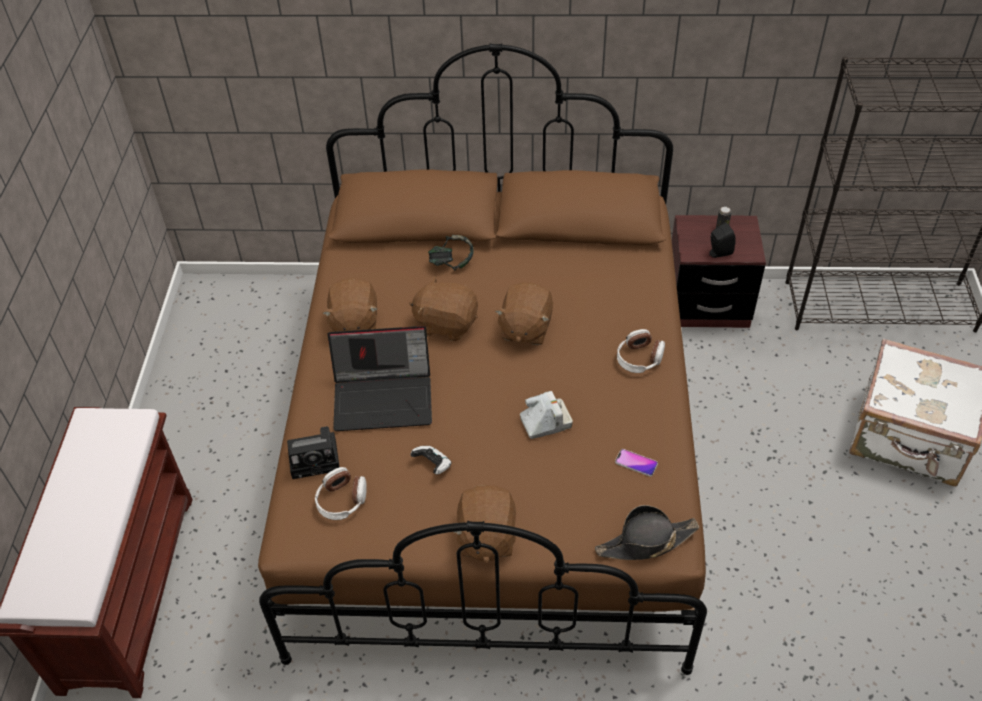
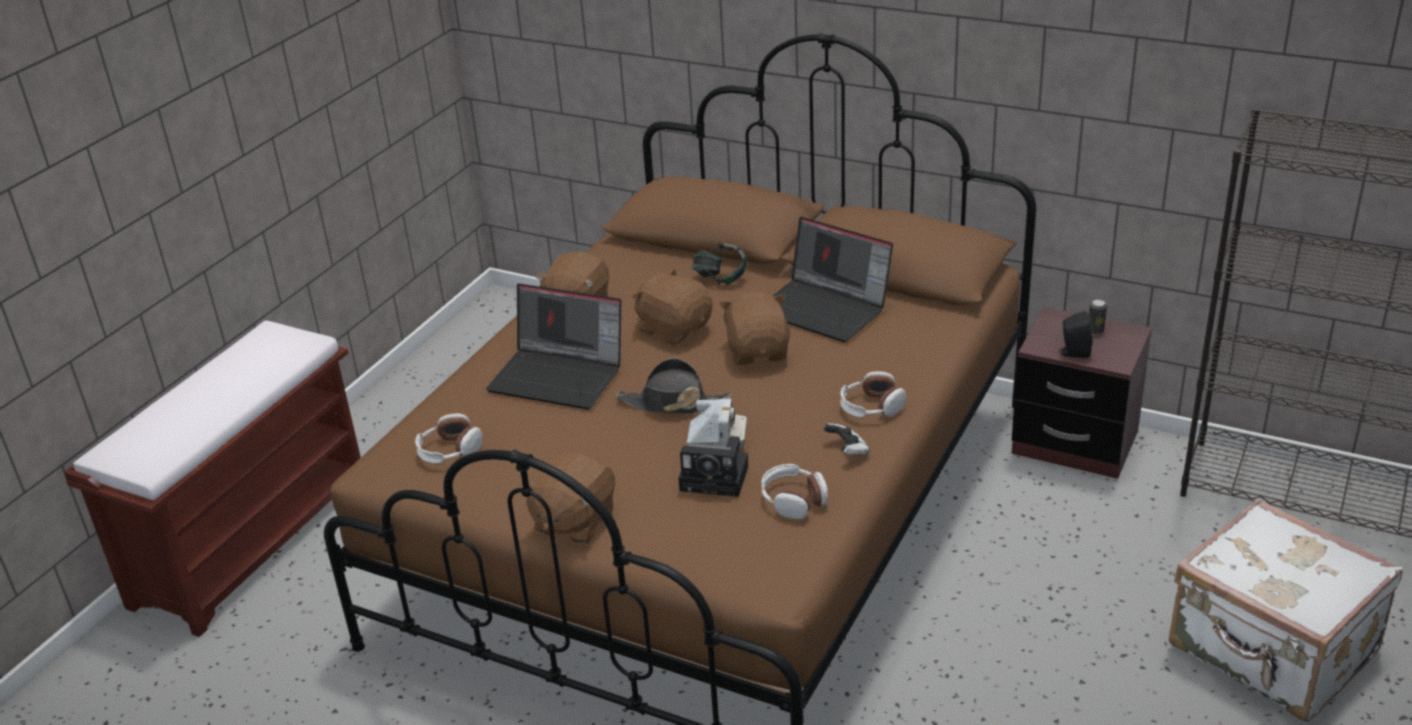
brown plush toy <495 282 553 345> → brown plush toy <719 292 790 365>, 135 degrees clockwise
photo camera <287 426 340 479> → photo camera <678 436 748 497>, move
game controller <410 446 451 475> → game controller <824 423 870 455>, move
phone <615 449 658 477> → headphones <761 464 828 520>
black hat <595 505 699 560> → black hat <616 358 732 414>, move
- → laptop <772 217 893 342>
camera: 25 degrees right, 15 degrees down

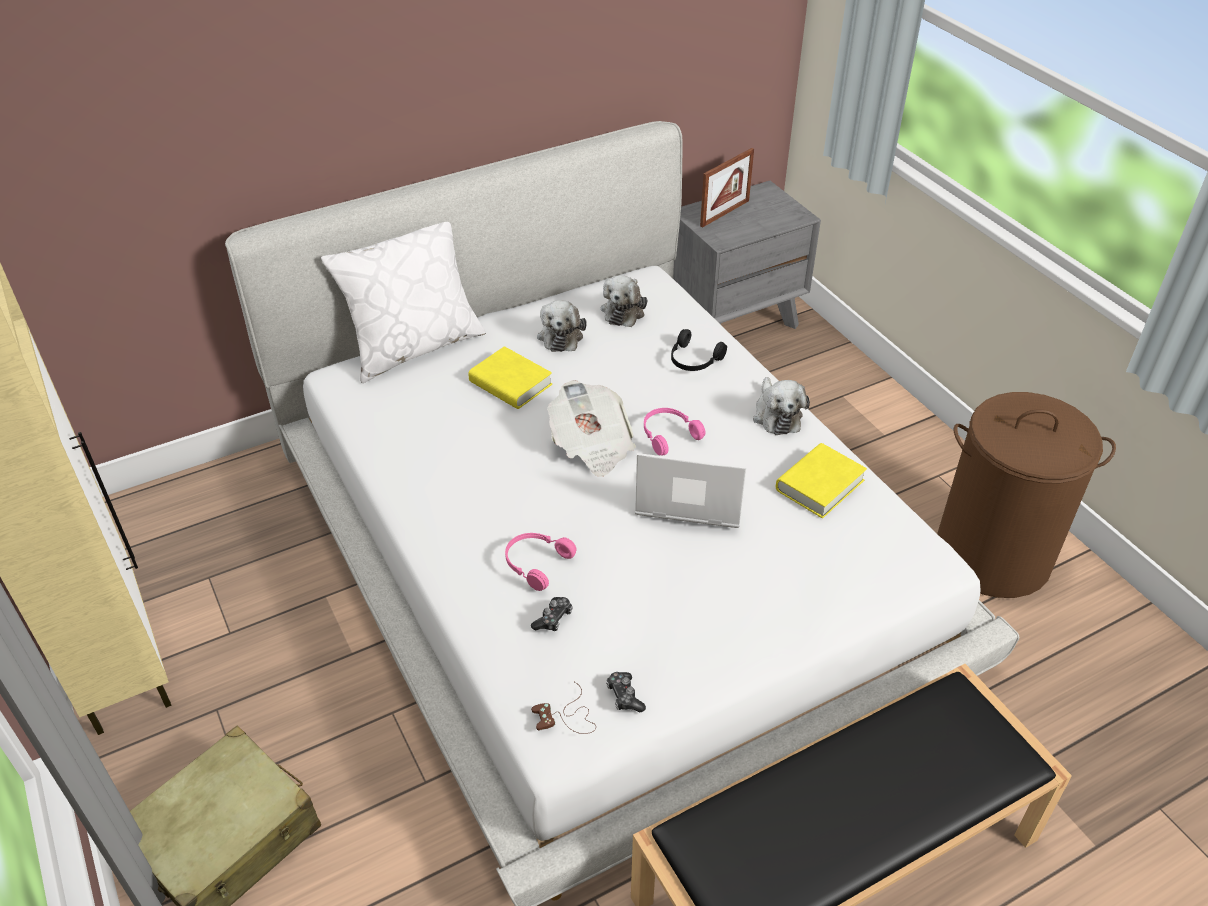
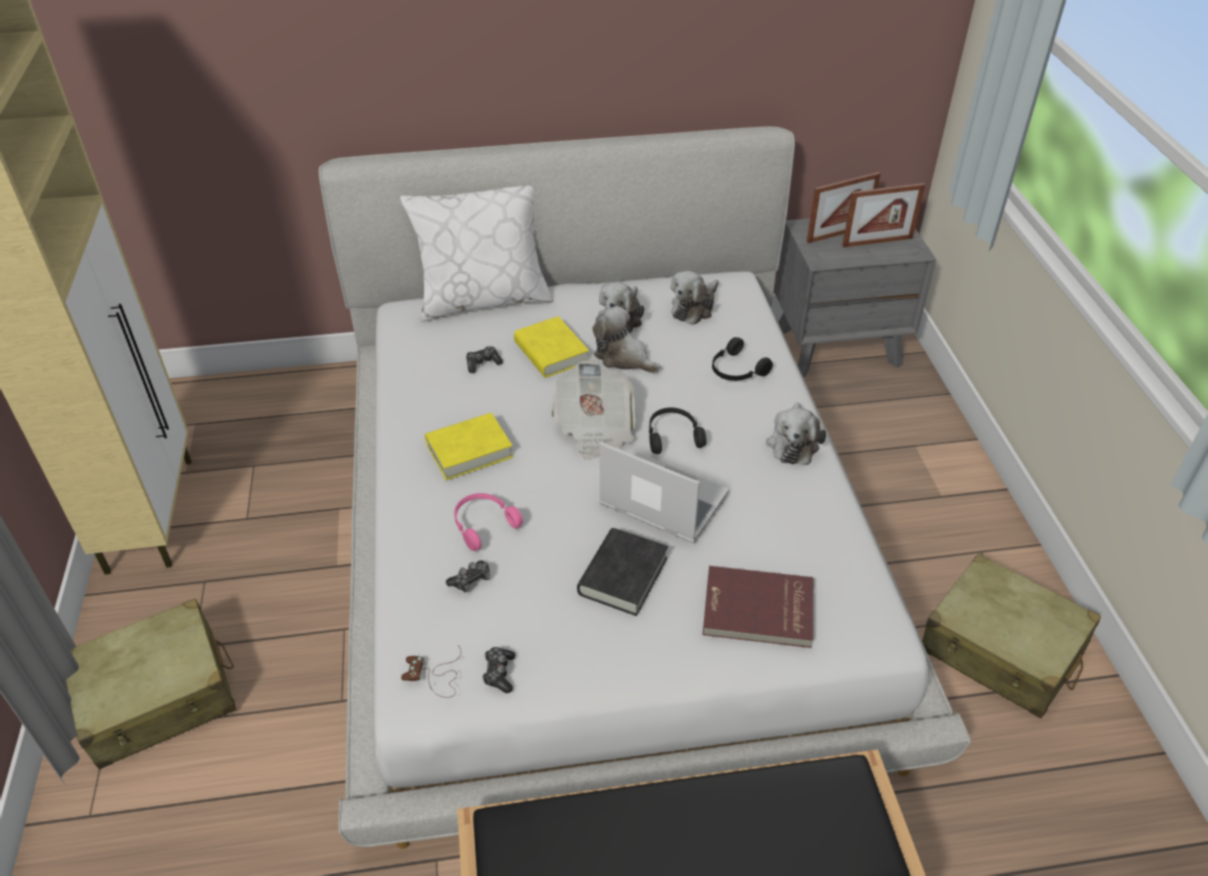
brown laundry basket <937 392 1116 598> → beige suitcase <922 554 1101 718>
pink headphones <644 408 705 455> → black headphones <649 408 706 454>
yellow book <776 443 867 519> → yellow book <425 413 513 480>, move
- → picture frame <842 183 925 247>
- → plush toy <592 306 661 373>
- → game controller <466 346 503 373>
- → black book <577 528 668 616>
- → red book <703 566 813 648>
camera: 20 degrees right, 0 degrees up

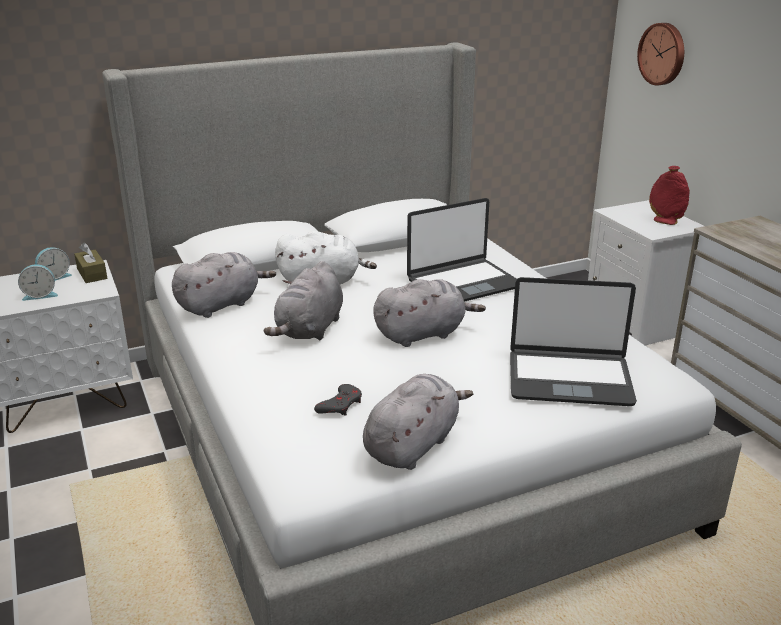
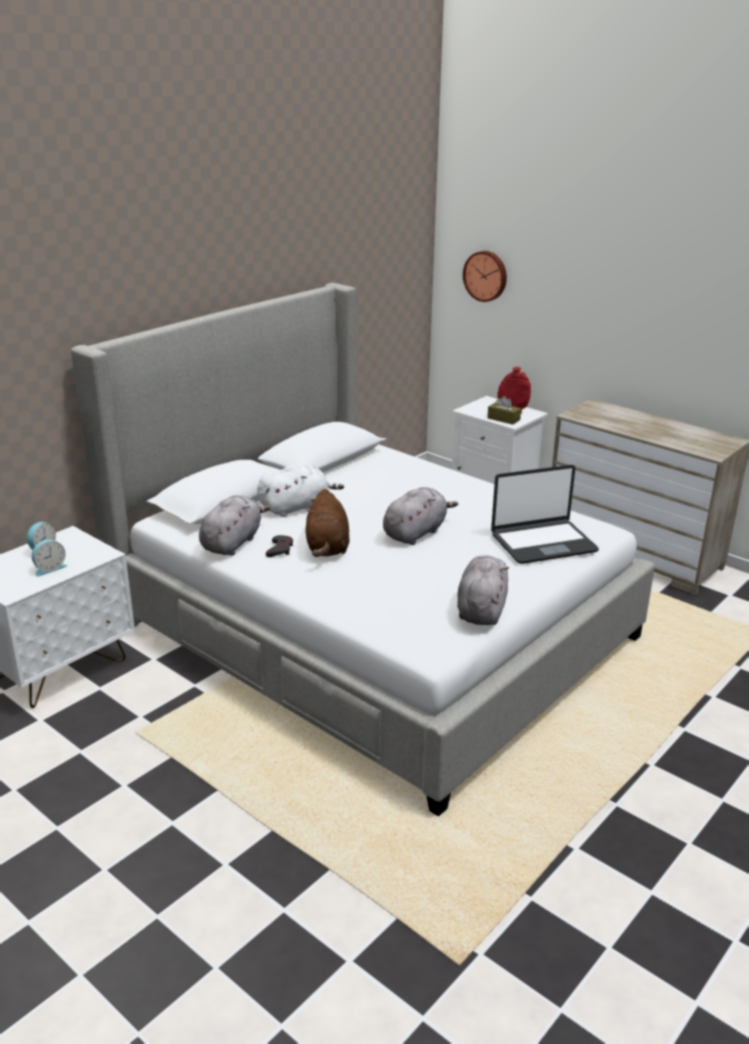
laptop <407 198 517 302> → -
brown tissue box <74 243 107 283> → brown tissue box <487 396 521 425>, move
grey plush toy <264 261 343 340> → brown plush toy <305 489 350 557>
grey game controller <314 384 362 416> → grey game controller <266 535 293 557>, move
camera: 25 degrees left, 0 degrees up

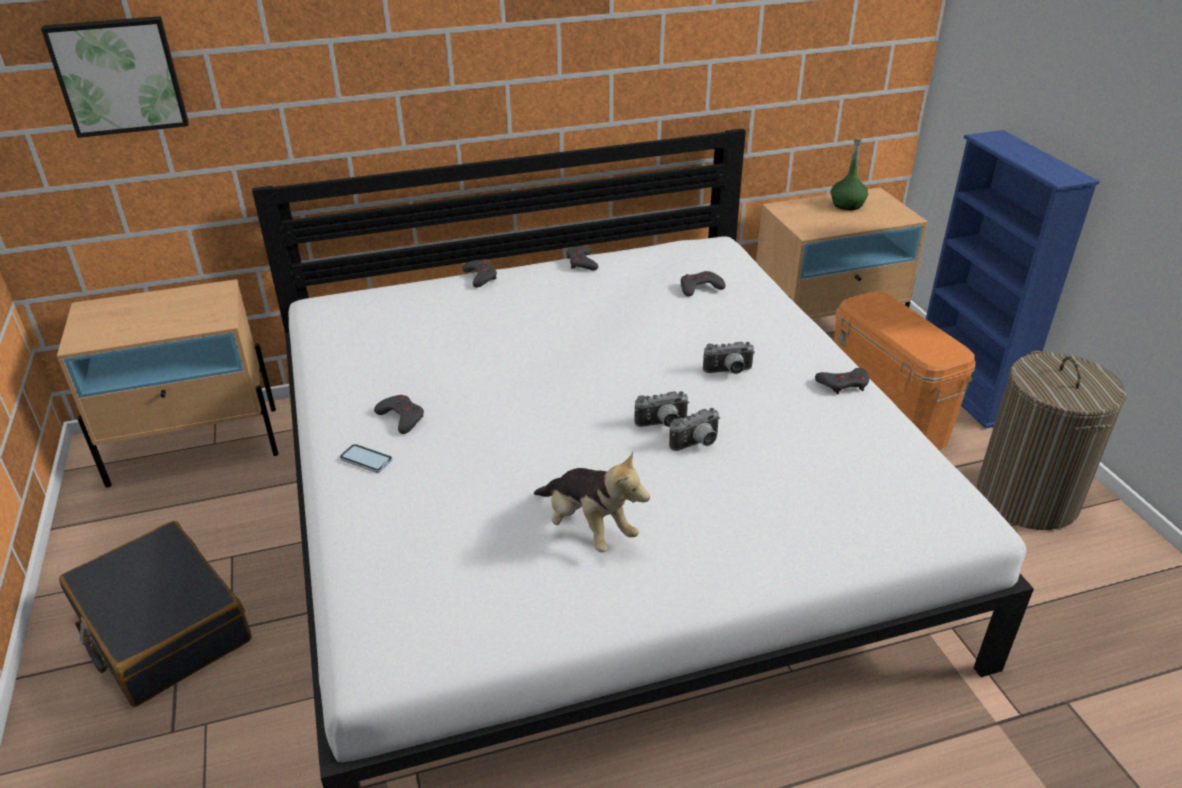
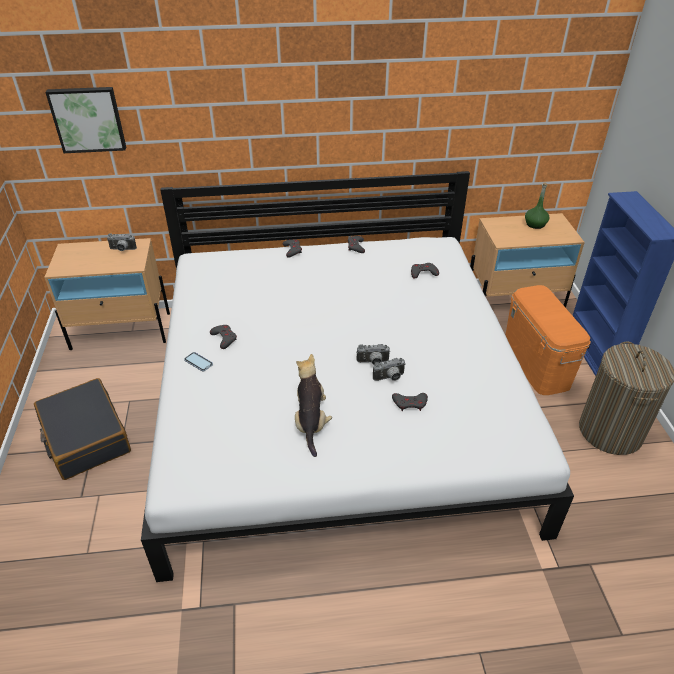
photo camera <703 342 755 374> → photo camera <107 233 137 251>, move
grey game controller <815 368 869 394> → grey game controller <392 393 428 411>, move
plush toy <534 451 650 552> → plush toy <295 354 332 457>, 150 degrees counterclockwise
camera: 10 degrees right, 5 degrees up

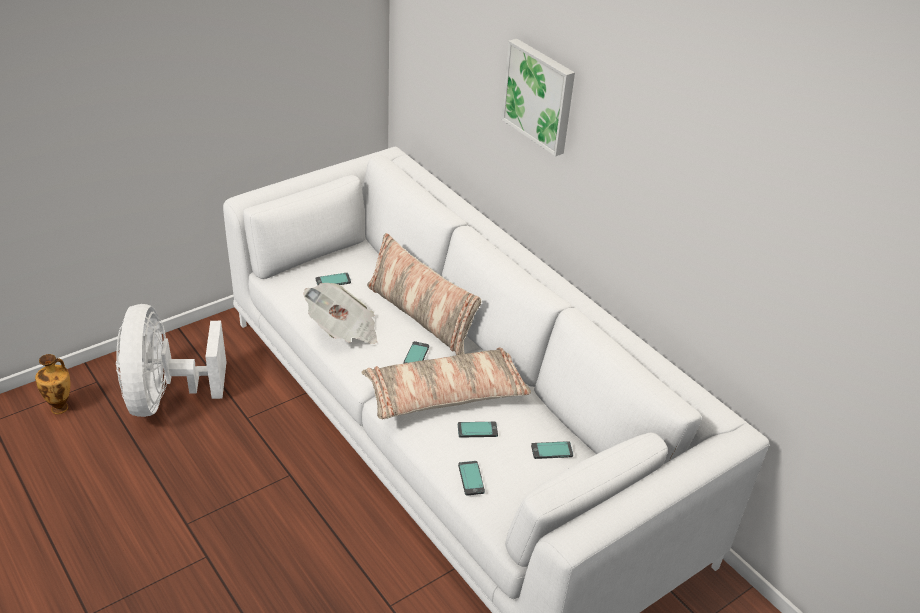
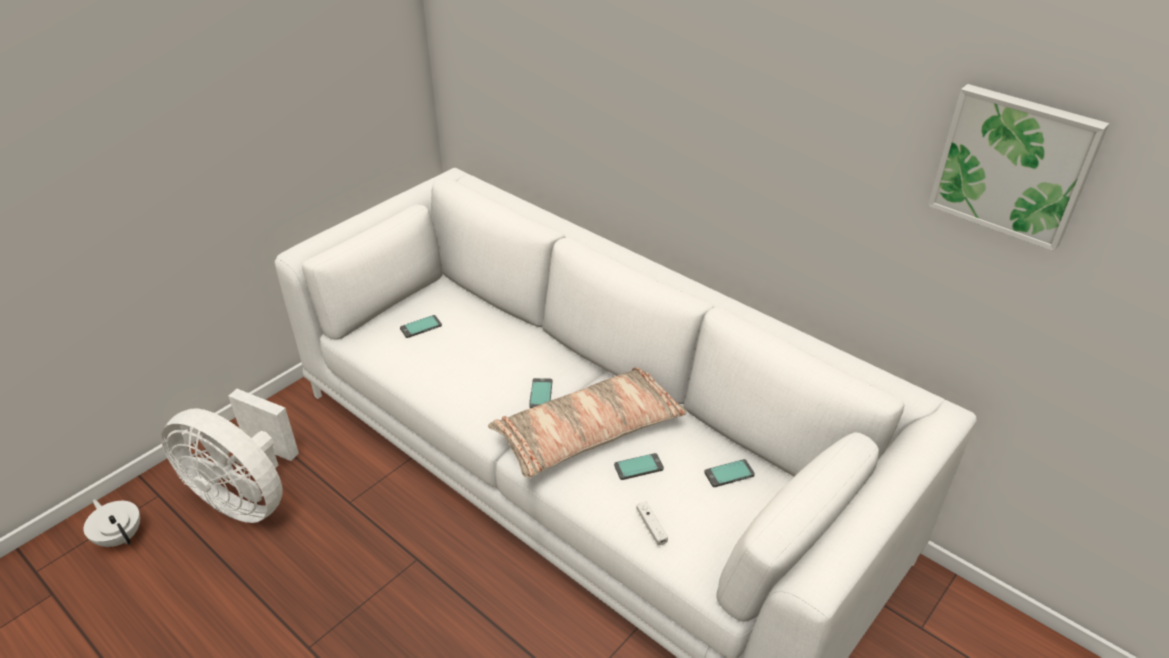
picture <501 39 575 156> → picture <928 84 1109 251>, move
pillow <367 233 481 355> → -
newspaper <303 283 377 344> → -
white fan <116 304 226 417> → white fan <161 389 299 523>, 45 degrees counterclockwise
vase <35 354 70 414> → white teapot <83 499 140 547>
phone <458 461 485 496> → white game controller <636 502 668 546>
camera: 10 degrees left, 0 degrees up

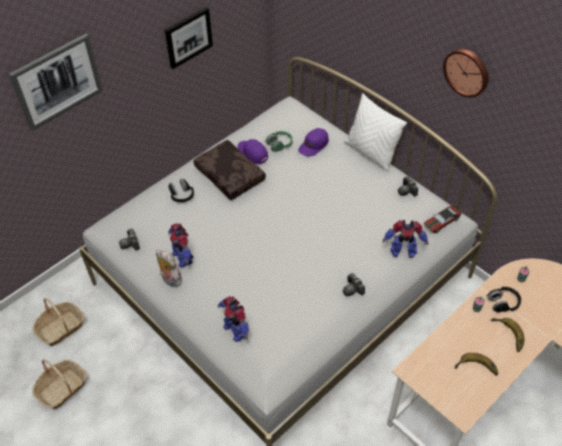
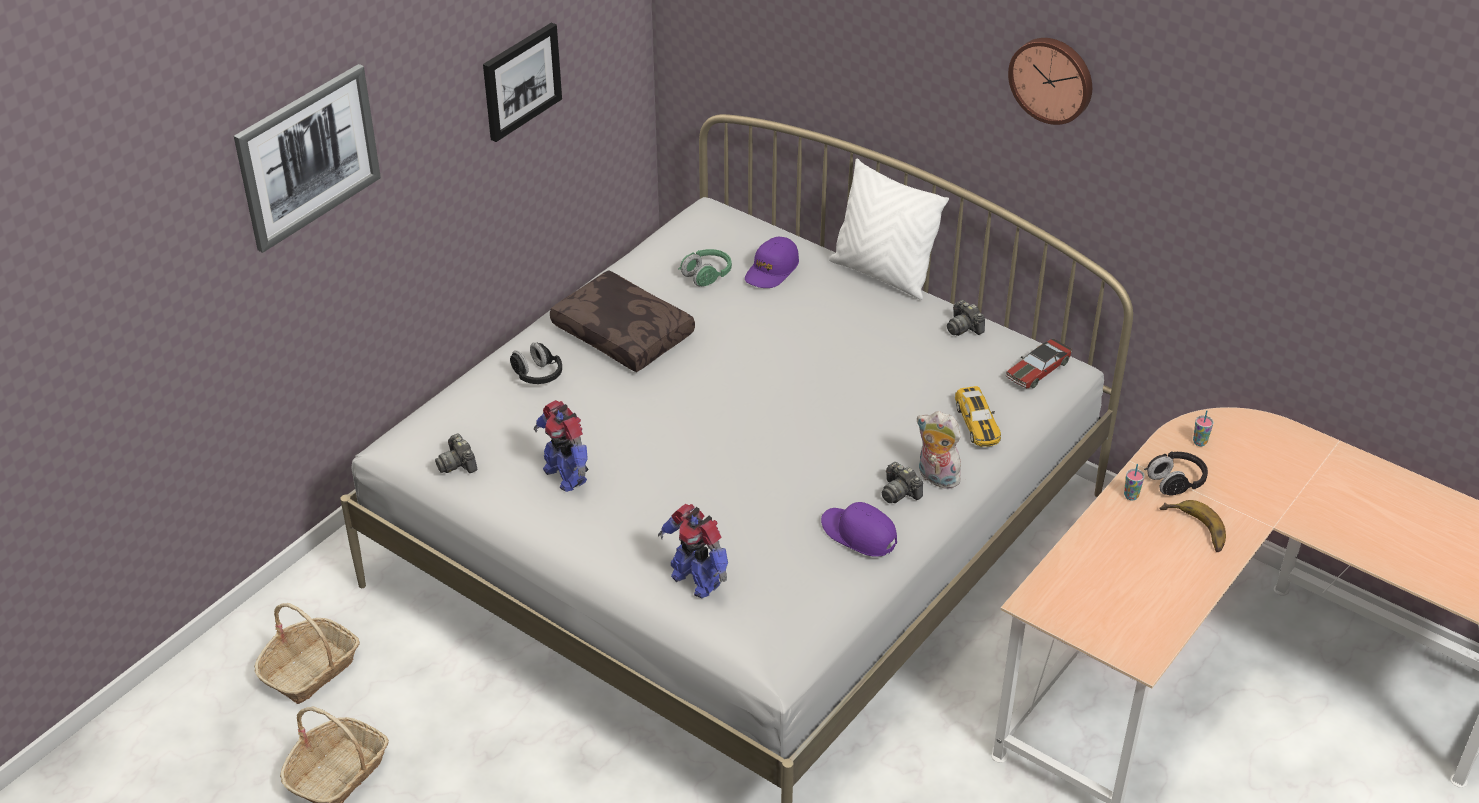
purple cap <237 139 268 164> → purple cap <821 502 897 557>, move
toy robot <383 220 428 258> → toy car <955 386 1001 447>
plush toy <156 250 182 287> → plush toy <916 411 961 489>, move
banana <454 353 498 376> → -
camera: 10 degrees left, 10 degrees down

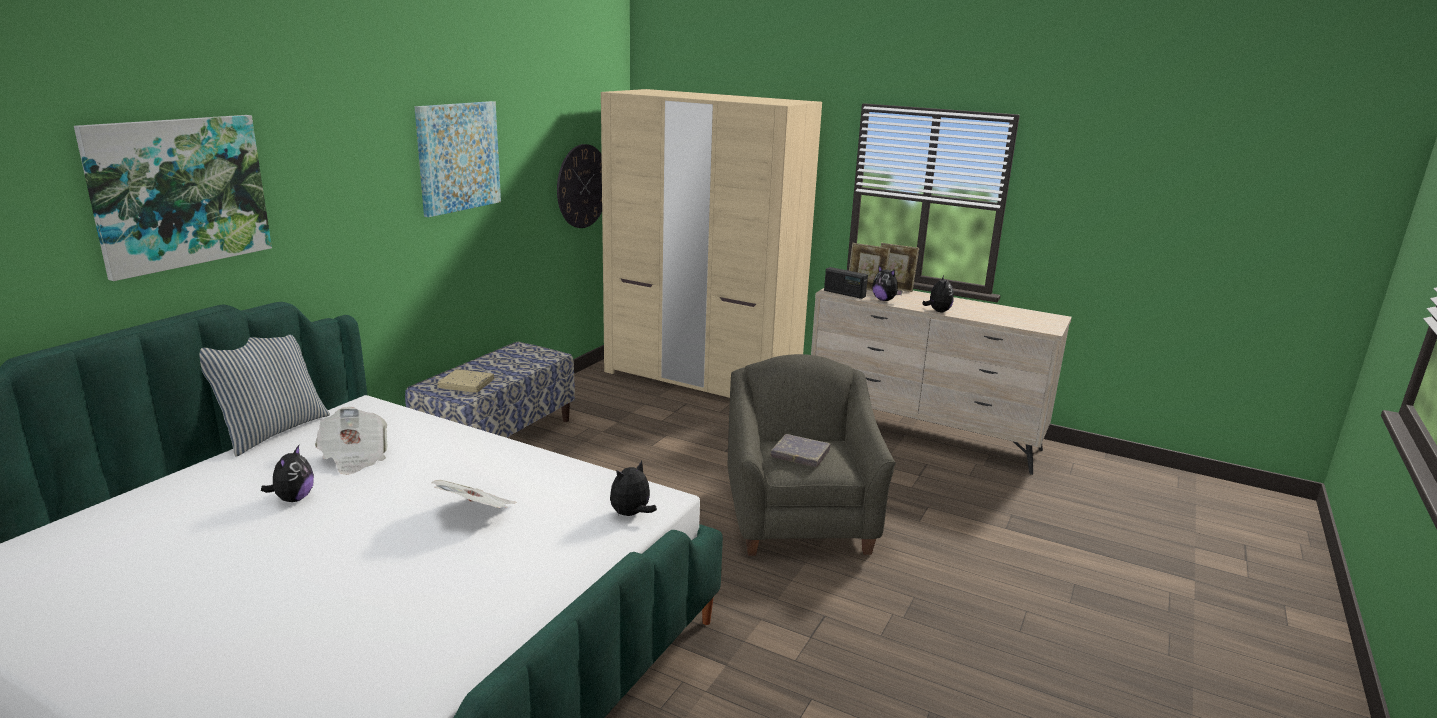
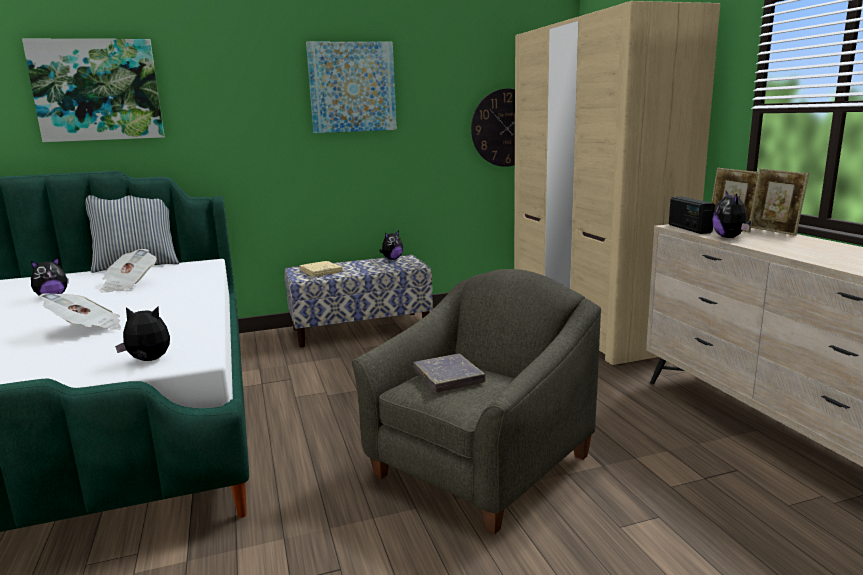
plush toy <922 275 954 312> → plush toy <379 231 403 260>, move
camera: 45 degrees right, 5 degrees down

